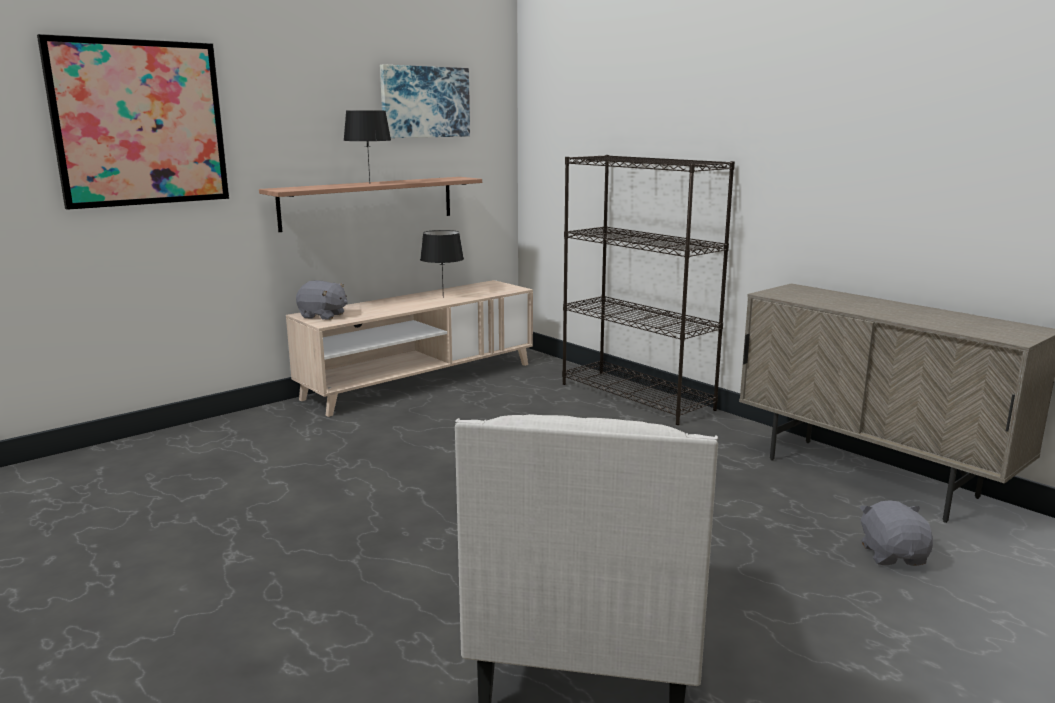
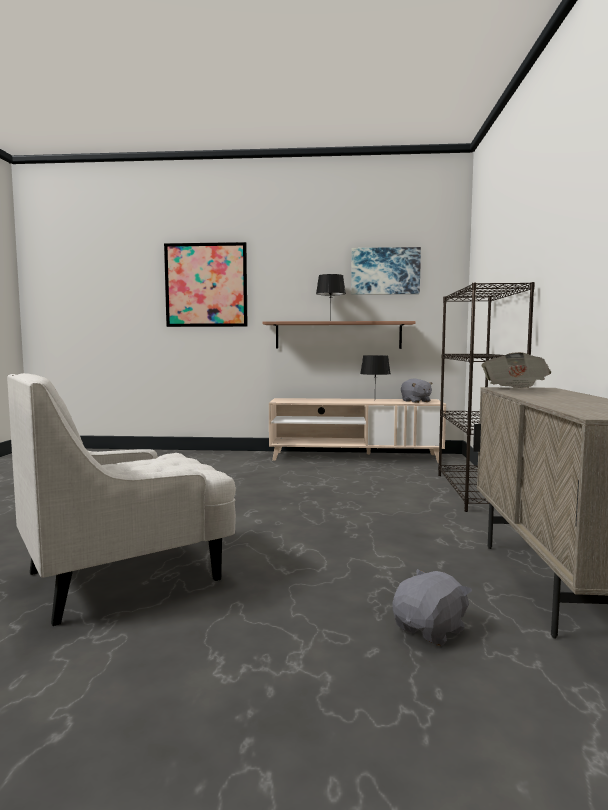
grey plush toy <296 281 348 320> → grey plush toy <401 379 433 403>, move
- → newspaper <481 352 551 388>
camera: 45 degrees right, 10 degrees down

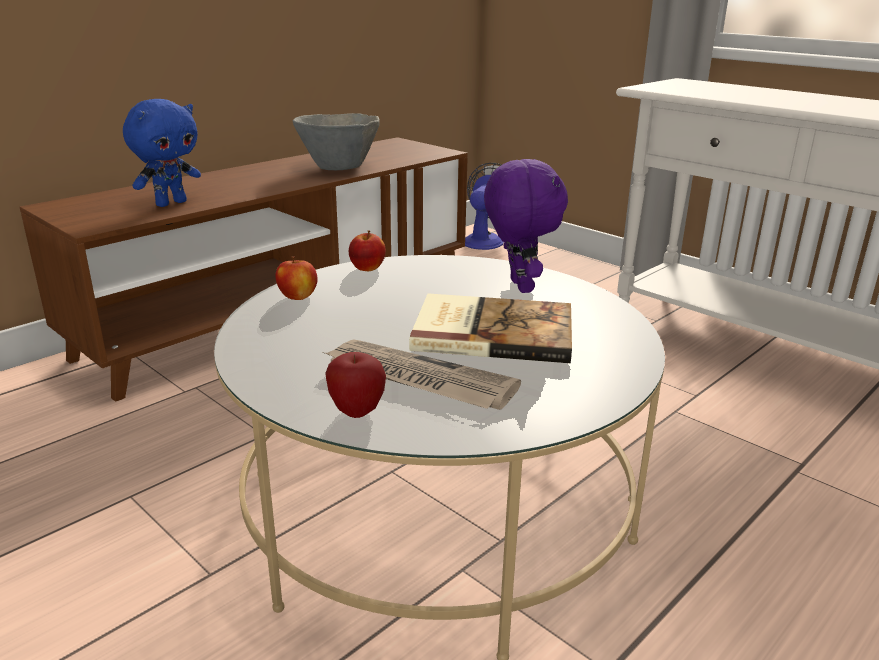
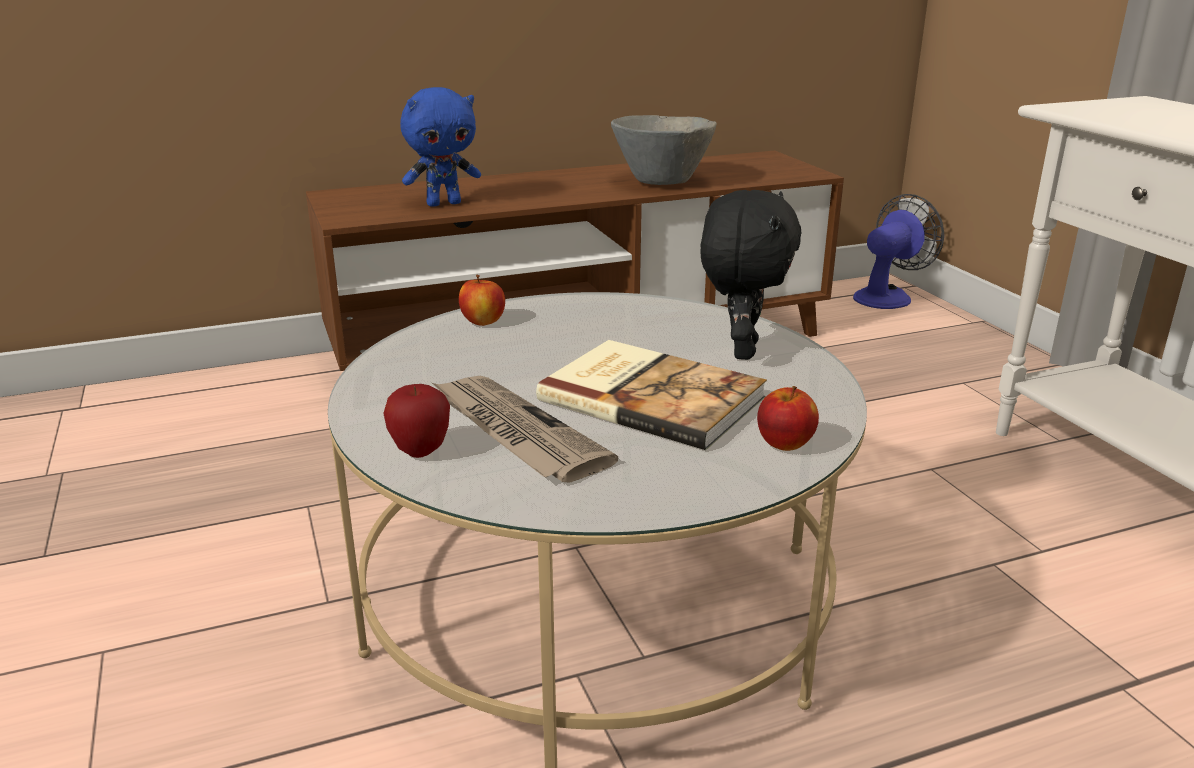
purple plush toy <484 159 568 293> → black plush toy <700 190 802 360>
apple <349 231 386 271> → apple <757 386 819 451>, move
camera: 25 degrees right, 0 degrees up

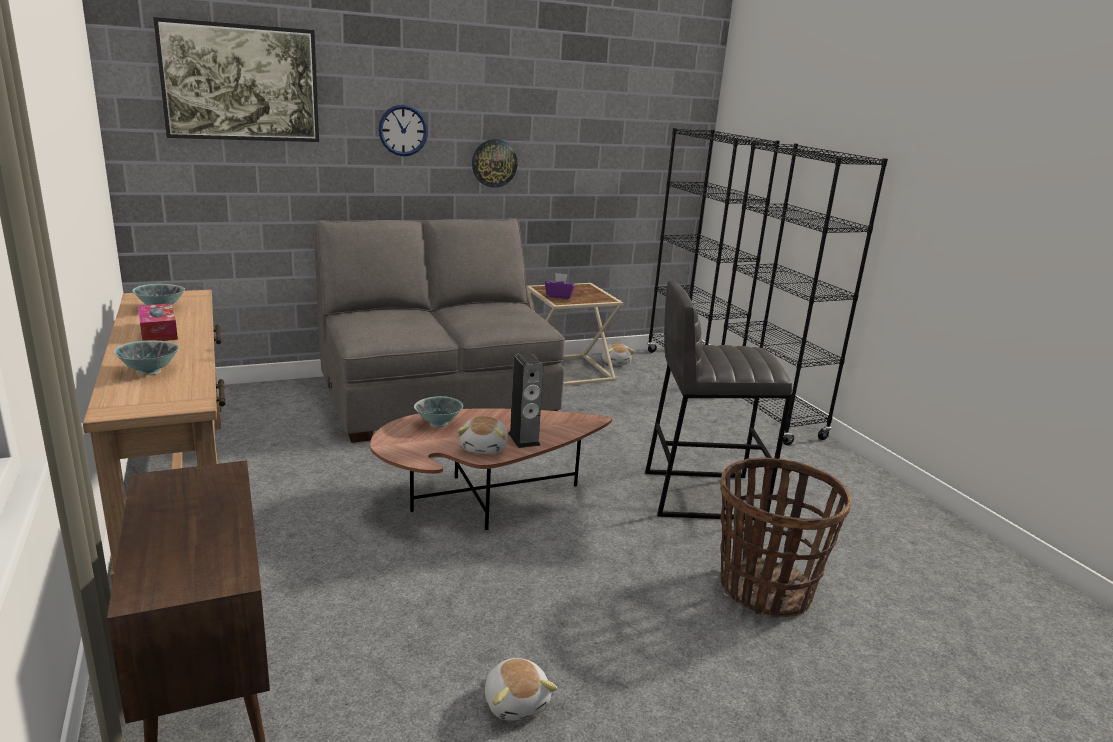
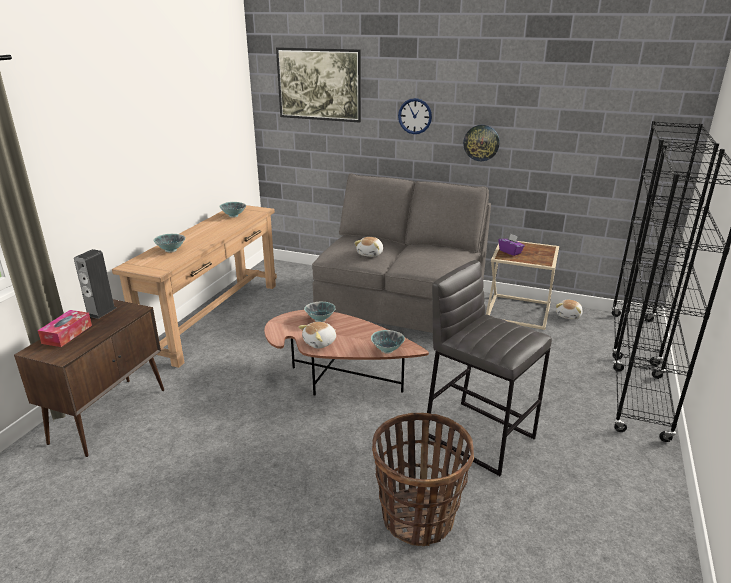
tissue box <138 303 178 341> → tissue box <38 310 92 347>, move
speaker <508 353 544 448> → speaker <74 249 116 319>, move
plush toy <485 658 557 721> → plush toy <354 237 383 257>, move
- → bowl <371 330 405 354>
camera: 45 degrees right, 5 degrees up

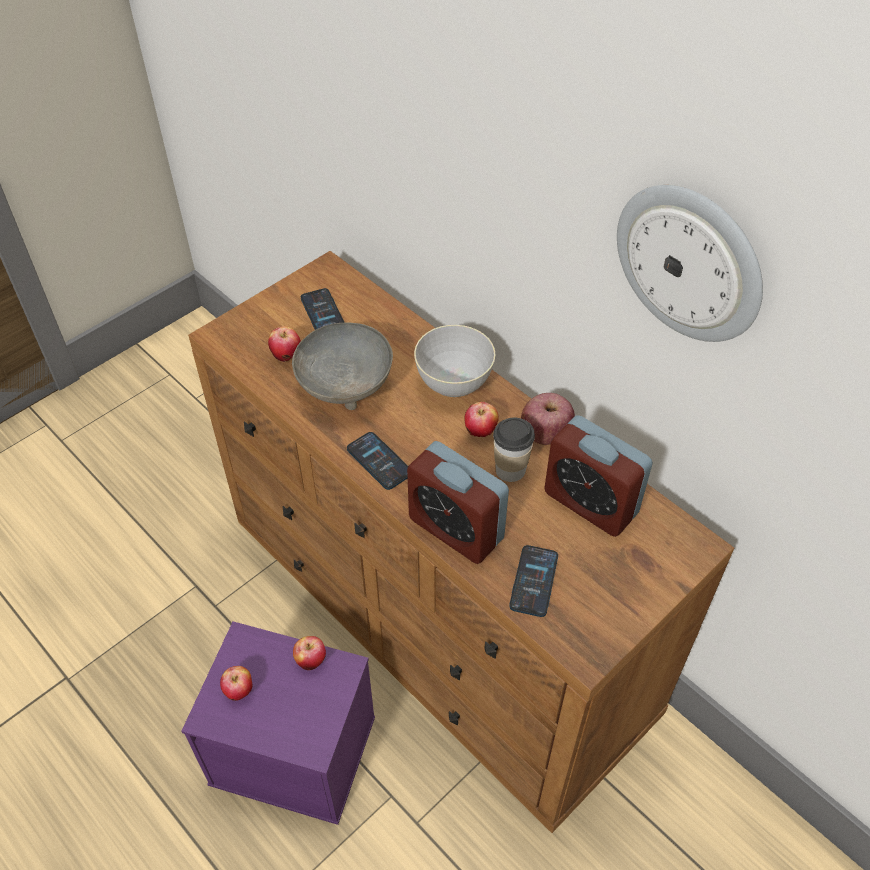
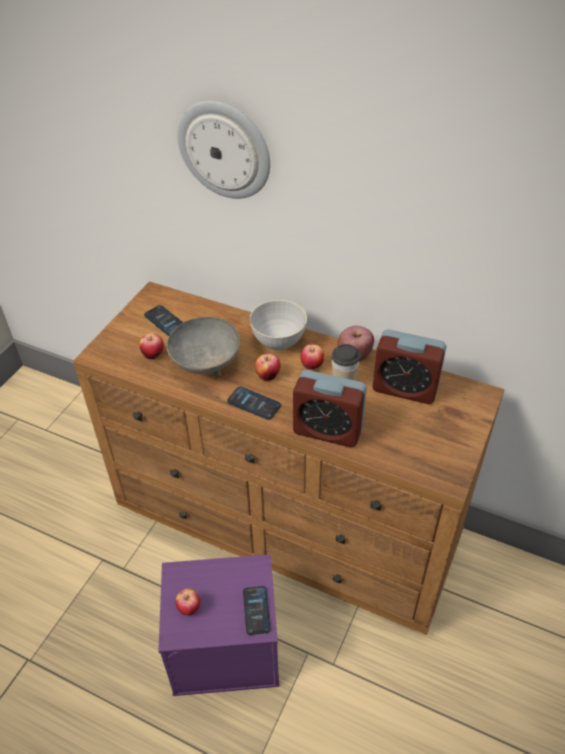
wall clock <617 185 763 342> → wall clock <177 101 270 199>, move
phone <509 545 558 617> → phone <243 586 271 635>, move
apple <293 636 326 670> → apple <255 353 281 381>, move
camera: 20 degrees left, 5 degrees down

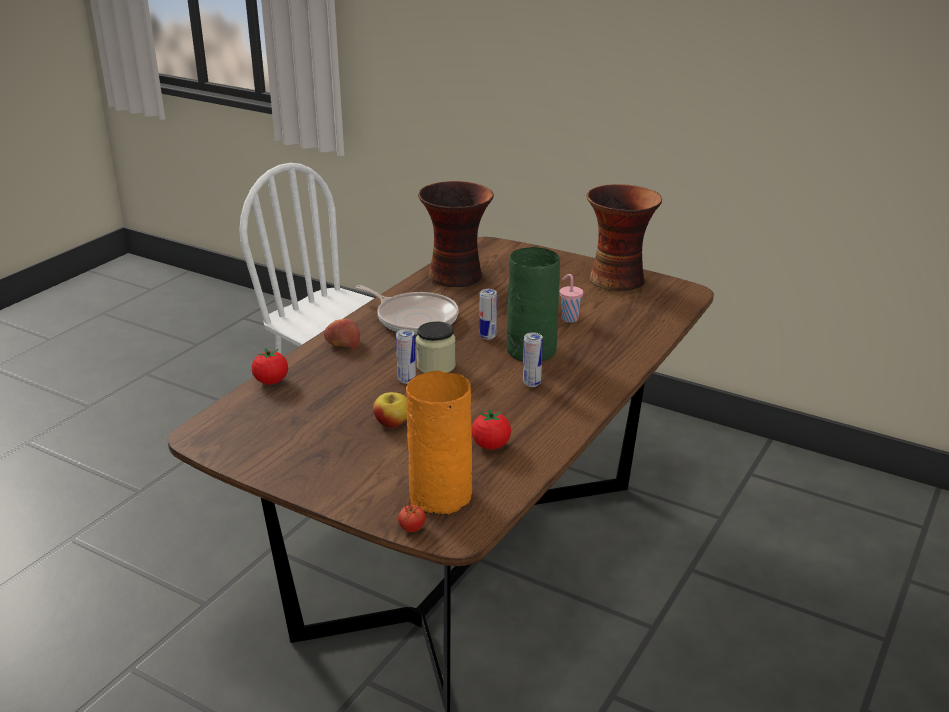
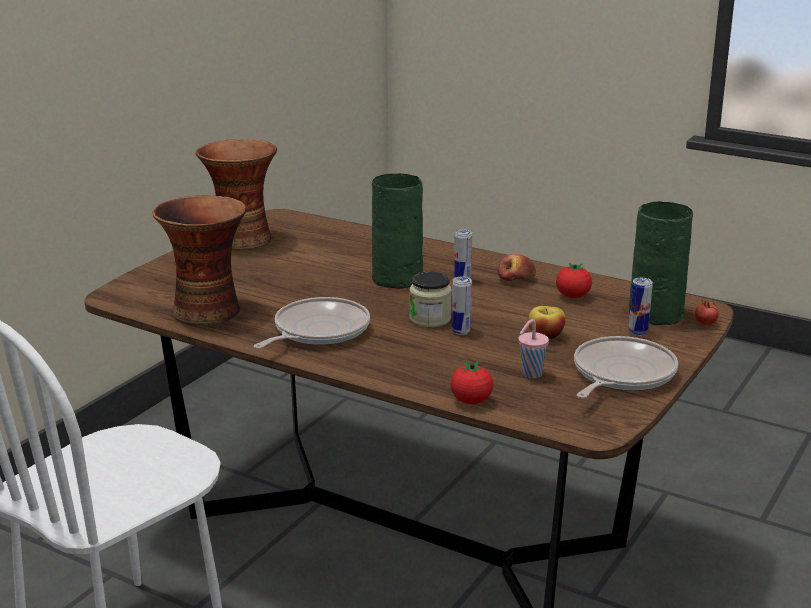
pink cup <560 274 583 323> → pink cup <519 319 549 379>, move
can <480 289 497 340> → can <629 278 653 336>, move
apple <324 319 360 349> → apple <498 254 536 282>, move
orange vase <406 371 472 515> → green vase <629 201 693 325>
- → frying pan <574 336 678 398>
camera: 90 degrees left, 5 degrees down

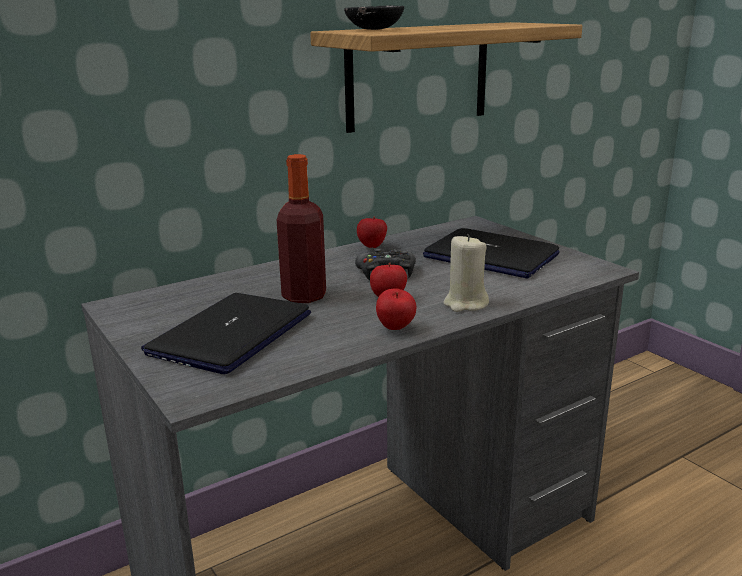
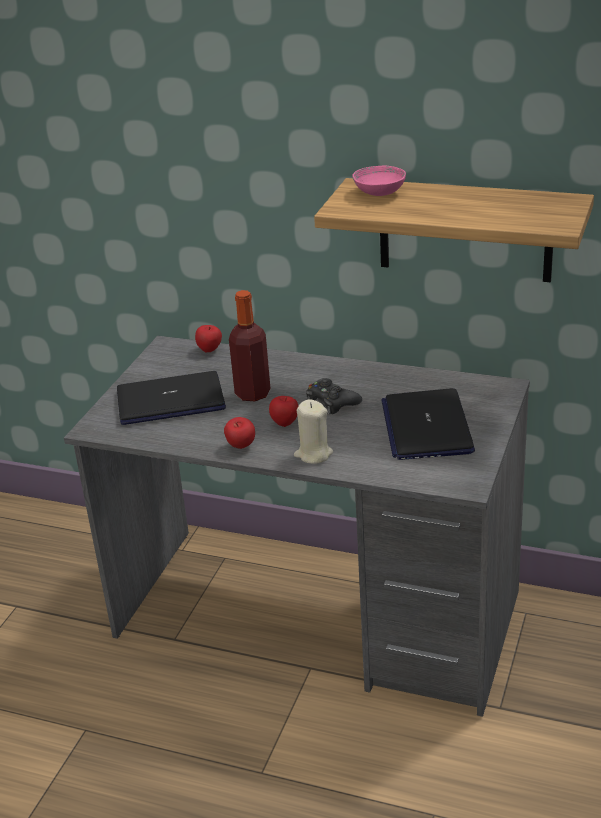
black bowl <344 6 404 30> → pink bowl <352 166 406 196>
apple <357 216 387 248> → apple <195 325 222 353>, move
camera: 55 degrees right, 10 degrees up

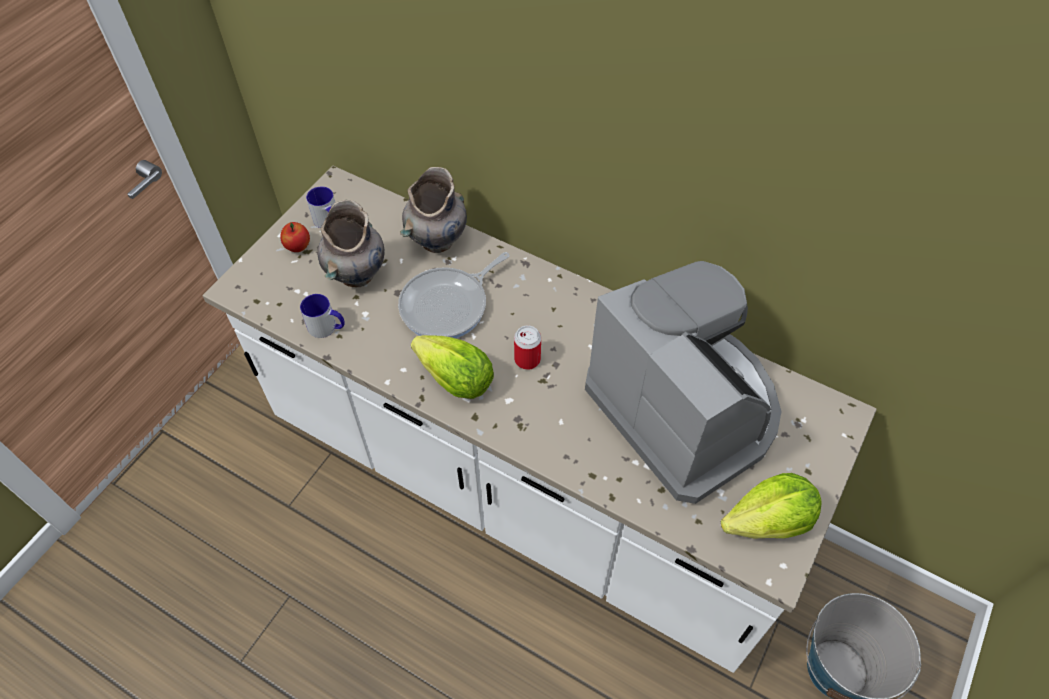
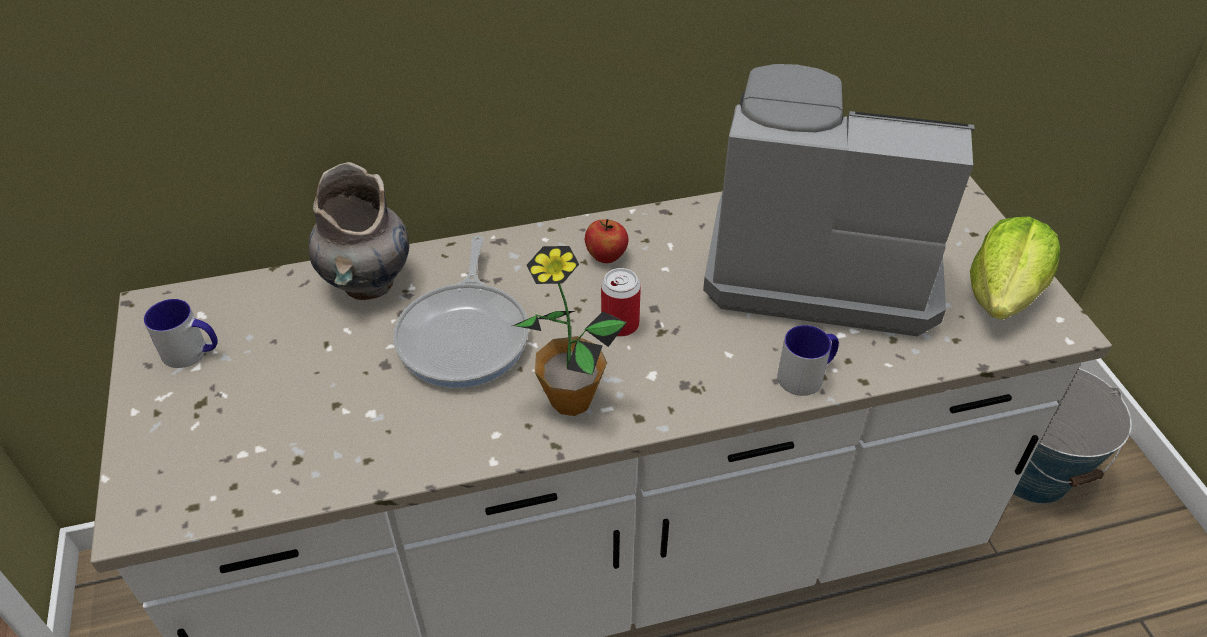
grey vase <318 200 385 287> → -
apple <280 222 310 252> → apple <585 219 629 263>, move
mug <300 294 345 338> → mug <777 325 839 396>, move
lettuce <411 335 494 399> → potted plant <512 246 627 416>
camera: 45 degrees left, 10 degrees down

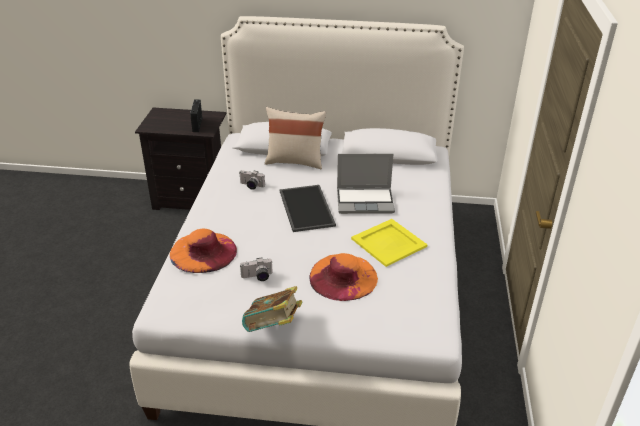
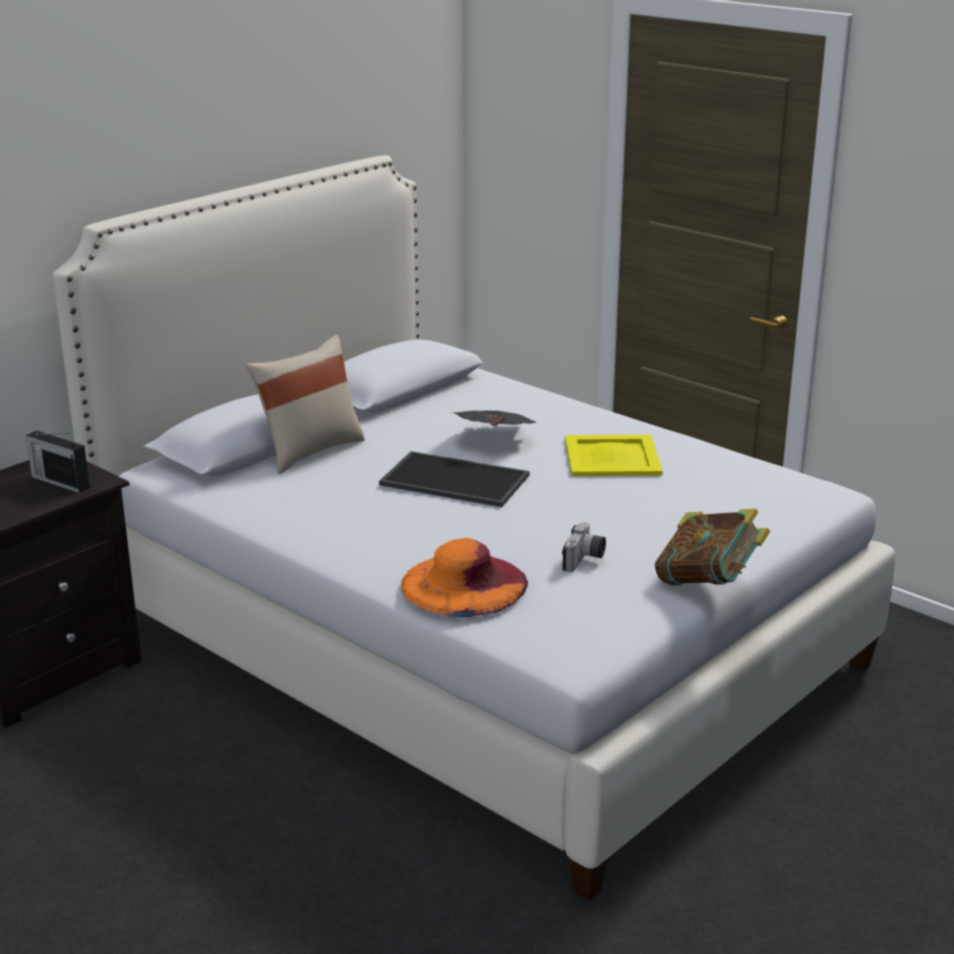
laptop <337 154 395 214> → newspaper <453 410 536 426>
photo camera <239 170 265 190> → -
orange hat <309 253 378 301> → -
camera: 55 degrees left, 10 degrees down

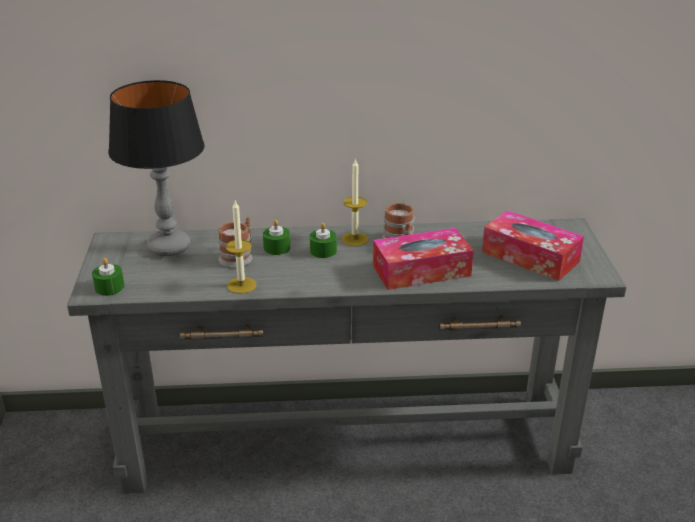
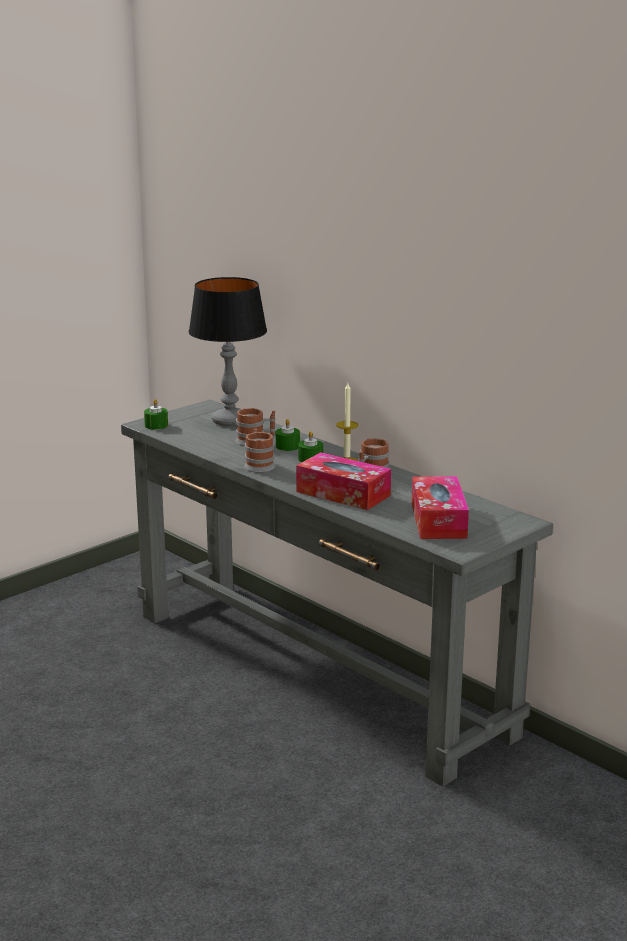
candle <226 201 257 294> → -
- → mug <244 429 275 473>
camera: 50 degrees right, 10 degrees down

